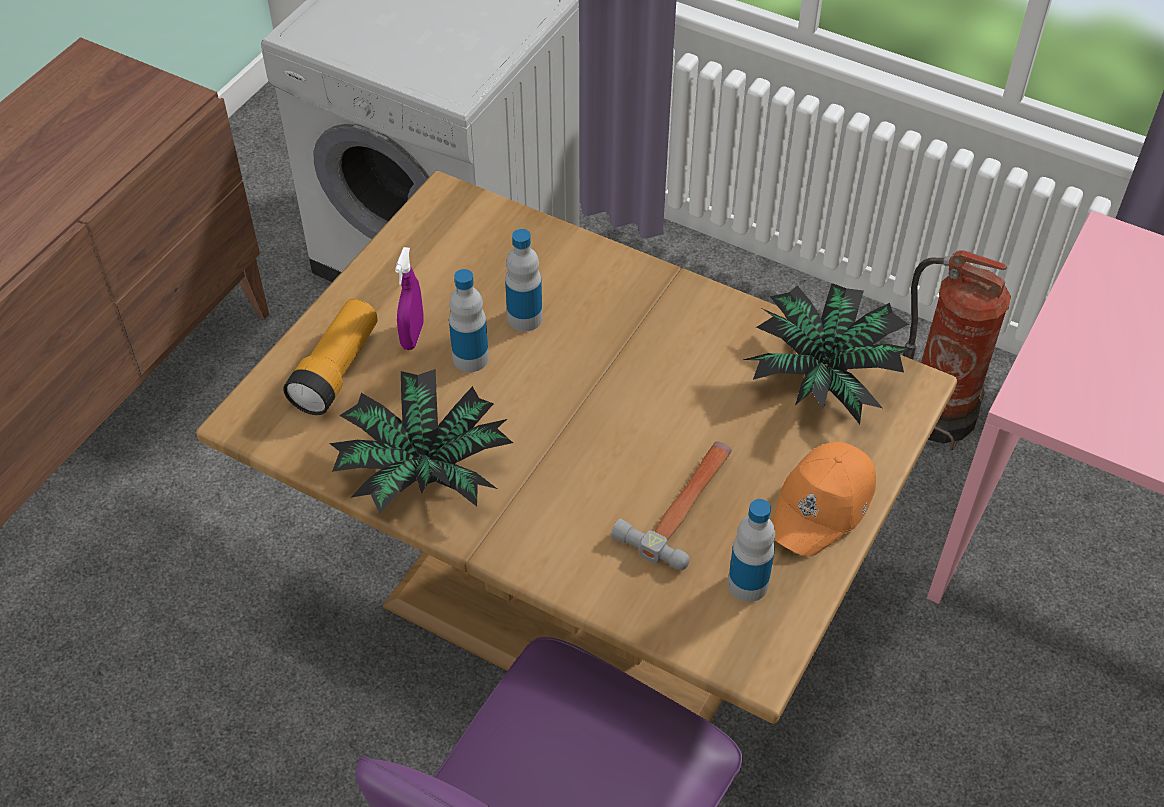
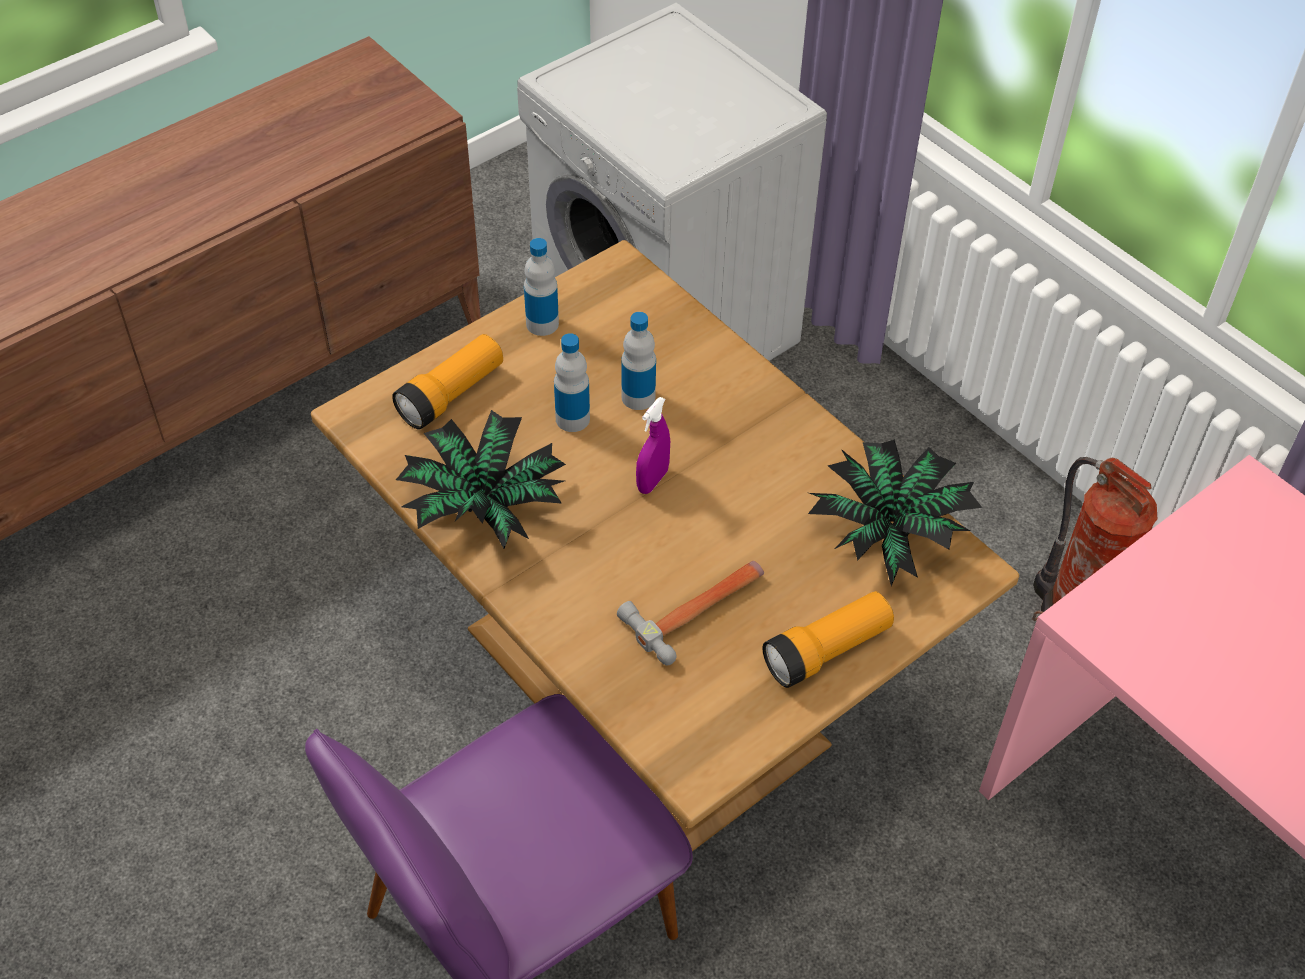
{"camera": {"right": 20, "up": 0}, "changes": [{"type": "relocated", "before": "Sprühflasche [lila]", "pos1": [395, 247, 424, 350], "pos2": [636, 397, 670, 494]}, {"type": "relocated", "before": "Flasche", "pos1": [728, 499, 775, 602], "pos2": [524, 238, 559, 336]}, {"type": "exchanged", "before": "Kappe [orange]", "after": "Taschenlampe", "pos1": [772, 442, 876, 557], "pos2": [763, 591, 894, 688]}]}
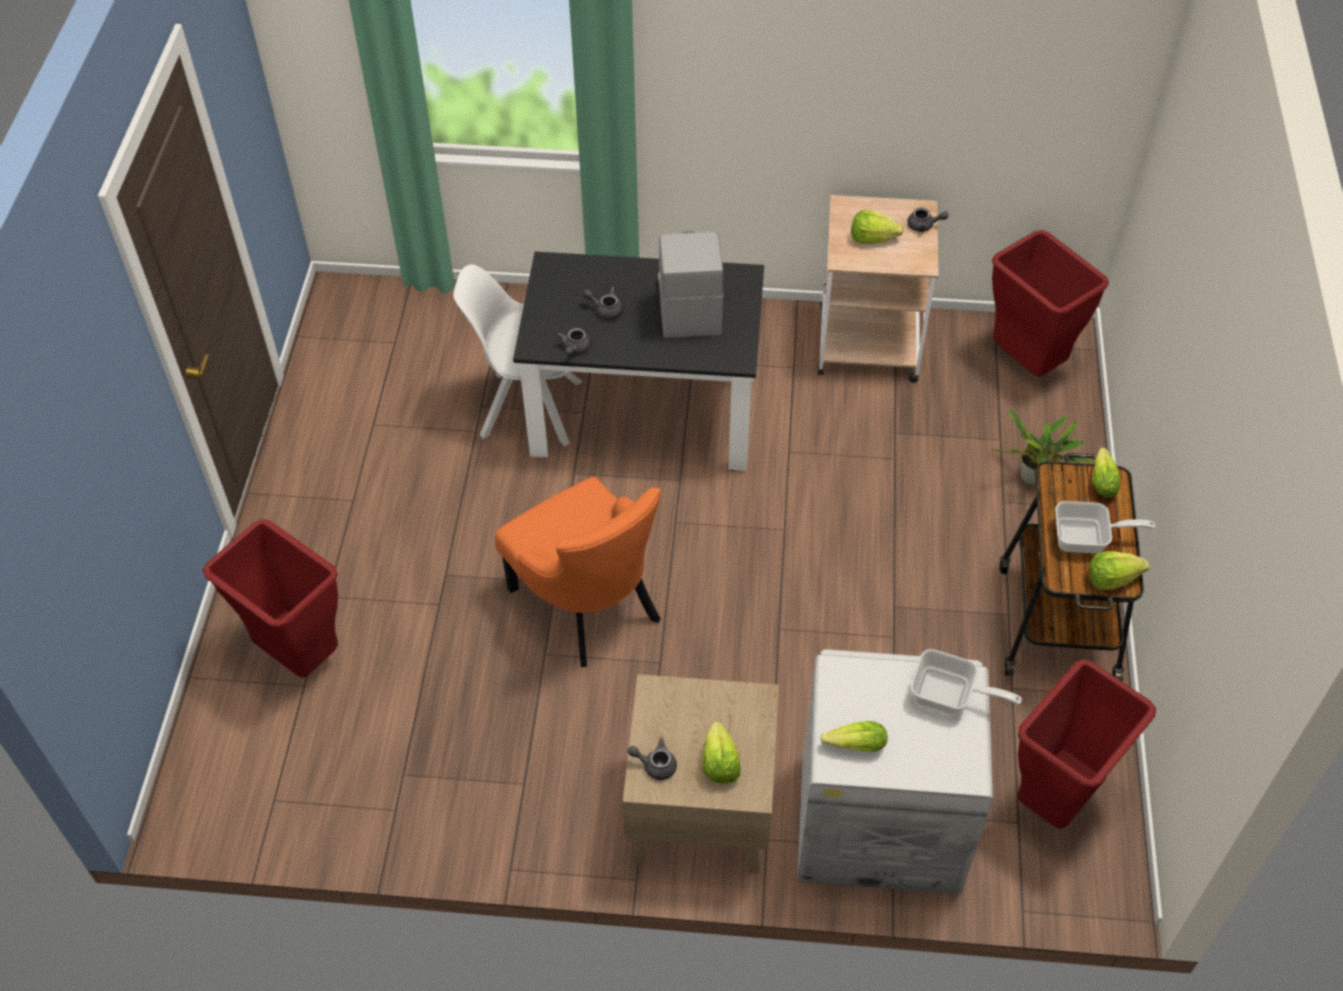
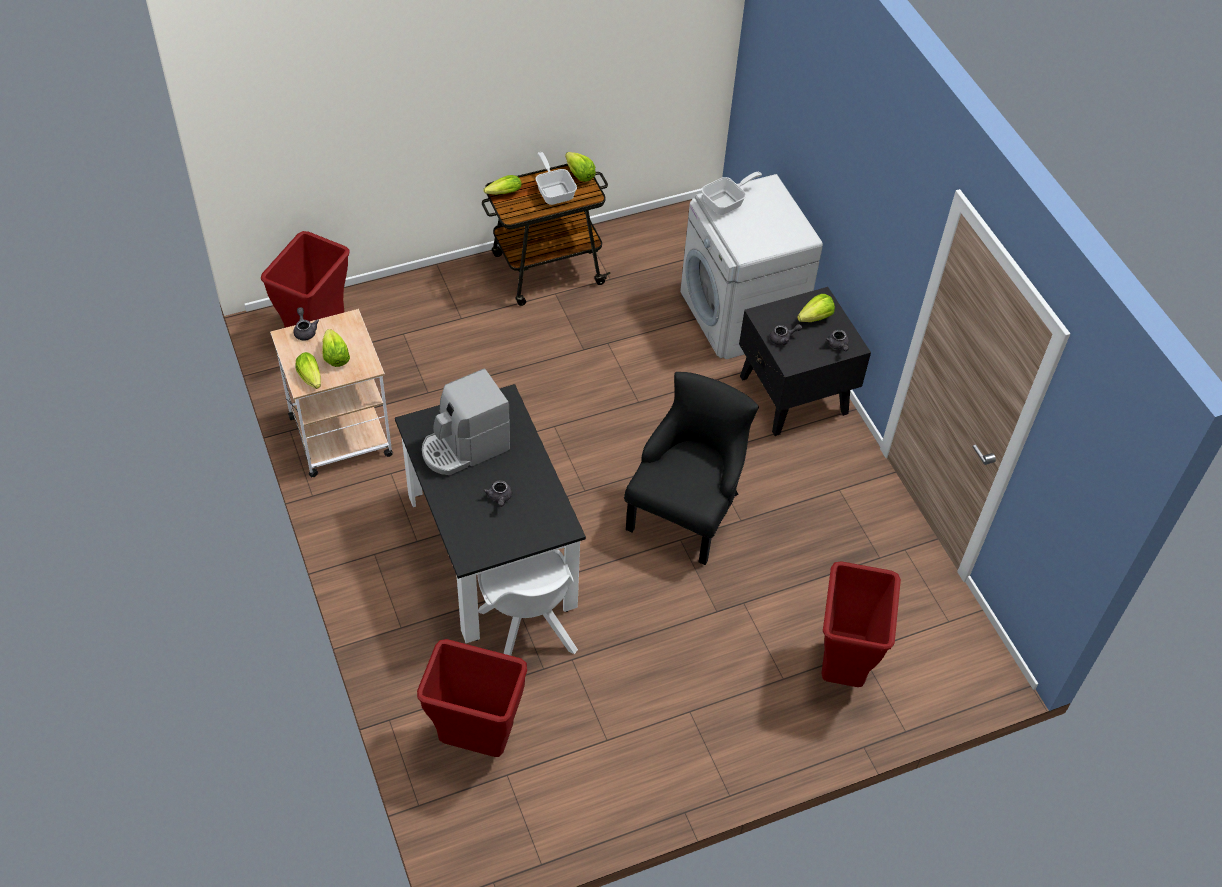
{"camera": {"right": -120, "up": 0}, "changes": [{"type": "missing", "before": "Topfpflanze", "pos1": [991, 409, 1094, 485]}, {"type": "relocated", "before": "Teekanne [grau]", "pos1": [557, 328, 591, 355], "pos2": [769, 324, 802, 345]}, {"type": "relocated", "before": "Salatkopf", "pos1": [820, 721, 888, 752], "pos2": [295, 352, 321, 389]}, {"type": "relocated", "before": "Mülleimer [rot]", "pos1": [1017, 659, 1156, 829], "pos2": [417, 639, 527, 757]}, {"type": "colour", "before": "Stuhl [orange]", "after": "Stuhl [schwarz]", "pos1": [495, 477, 661, 667], "pos2": [624, 372, 759, 565]}, {"type": "colour", "before": "Nachttisch [beige]", "after": "Nachttisch [schwarz]", "pos1": [622, 674, 779, 874], "pos2": [739, 287, 871, 436]}, {"type": "spun", "before": "Pfanne", "pos1": [911, 649, 1022, 715], "pos2": [702, 172, 762, 215], "turn": 60}]}
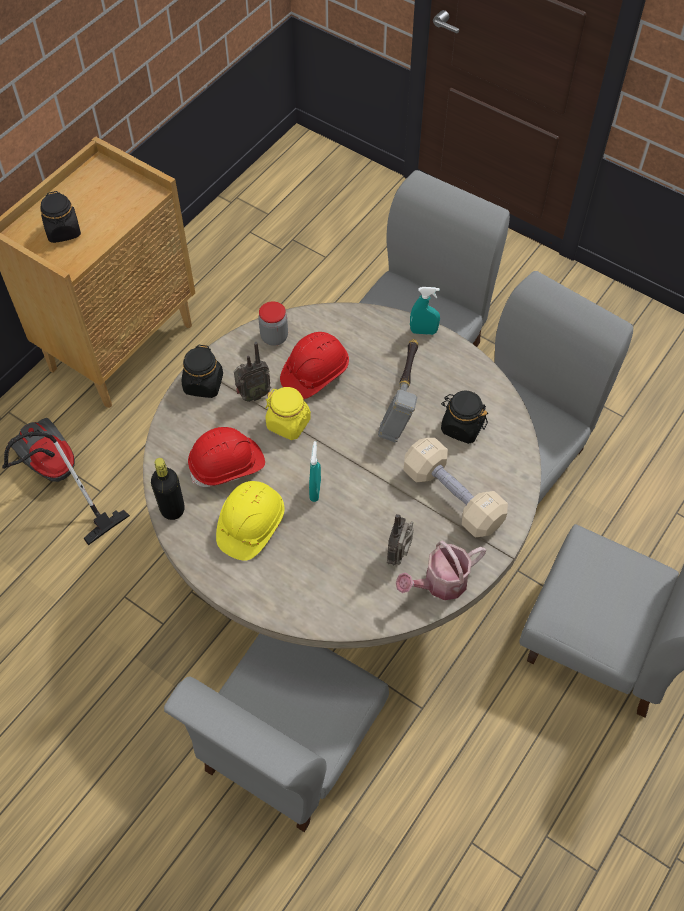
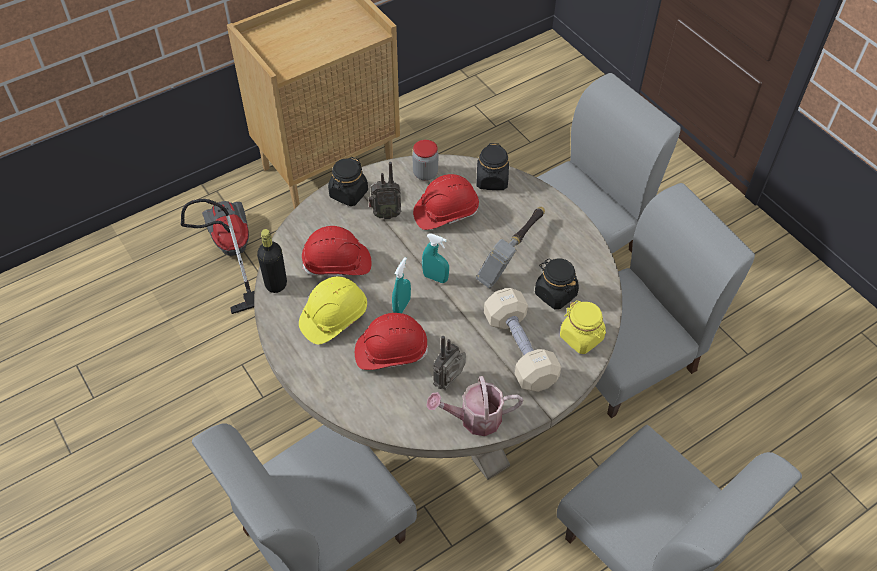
{"camera": {"right": 20, "up": -5}, "changes": [{"type": "appeared", "after": "Schutzhelm [rot]", "pos2": [355, 313, 428, 370]}, {"type": "relocated", "before": "Vorratsglas [schwarz]", "pos1": [40, 191, 81, 243], "pos2": [476, 143, 509, 190]}, {"type": "relocated", "before": "Vorratsglas [gelb]", "pos1": [265, 387, 311, 440], "pos2": [560, 300, 606, 354]}, {"type": "relocated", "before": "Sprühflasche [türkis]", "pos1": [410, 287, 440, 335], "pos2": [422, 234, 449, 283]}]}
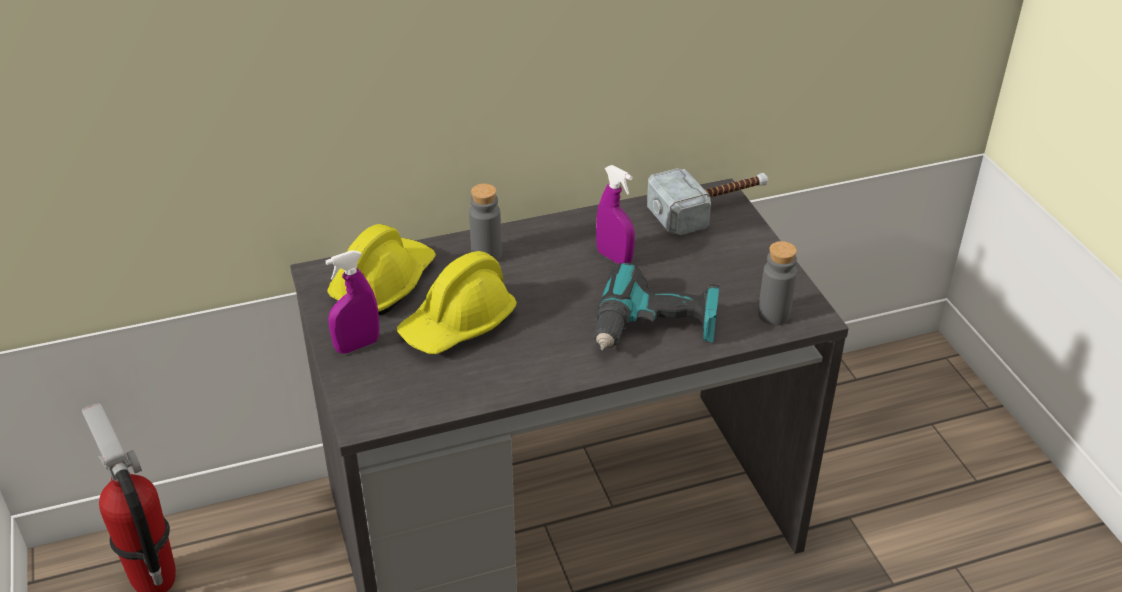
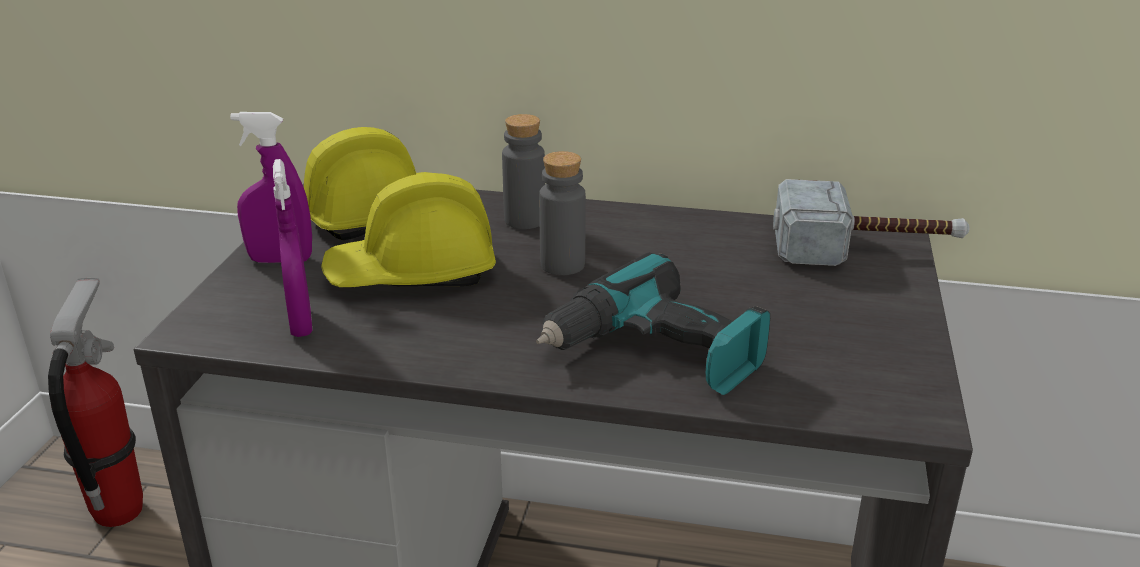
{"camera": {"right": 30, "up": -10}, "changes": [{"type": "relocated", "before": "Sprühflasche [lila]", "pos1": [596, 165, 635, 264], "pos2": [273, 159, 313, 337]}, {"type": "relocated", "before": "Flasche [grau]", "pos1": [758, 241, 797, 325], "pos2": [539, 151, 586, 275]}]}
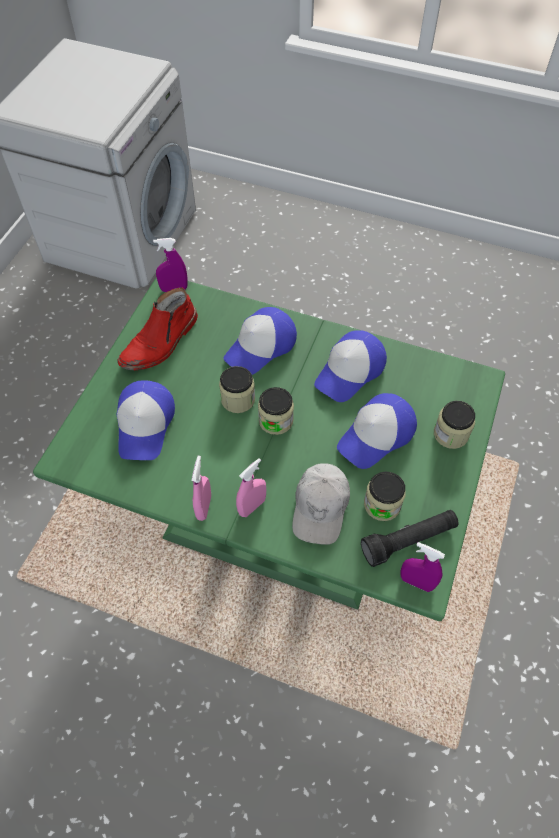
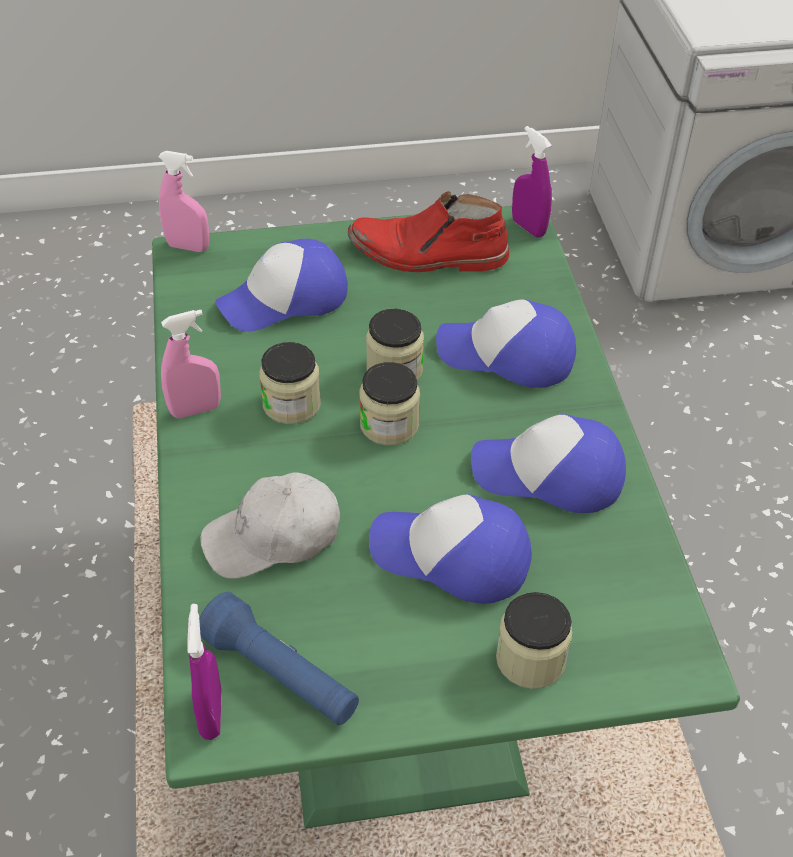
{"camera": {"right": 60, "up": -10}, "changes": [{"type": "relocated", "before": "Sprühflasche [rosa]", "pos1": [236, 458, 266, 517], "pos2": [158, 151, 209, 252]}, {"type": "relocated", "before": "Vorratsglas", "pos1": [364, 472, 406, 521], "pos2": [259, 342, 321, 424]}, {"type": "colour", "before": "Taschenlampe [schwarz]", "after": "Taschenlampe [blau]", "pos1": [361, 510, 459, 567], "pos2": [199, 592, 359, 725]}]}
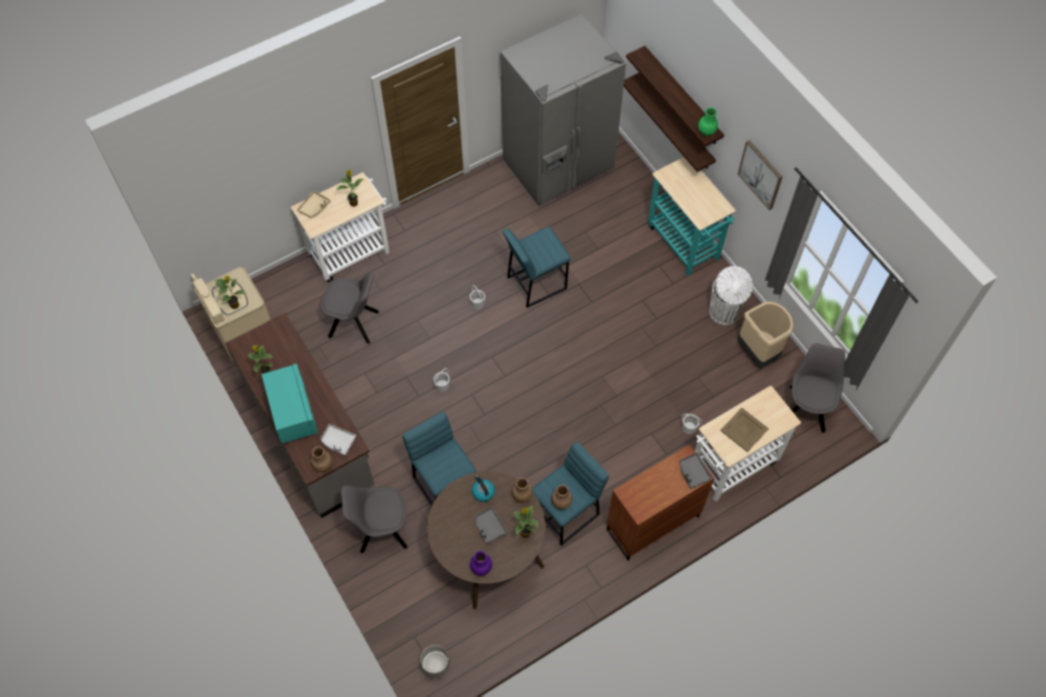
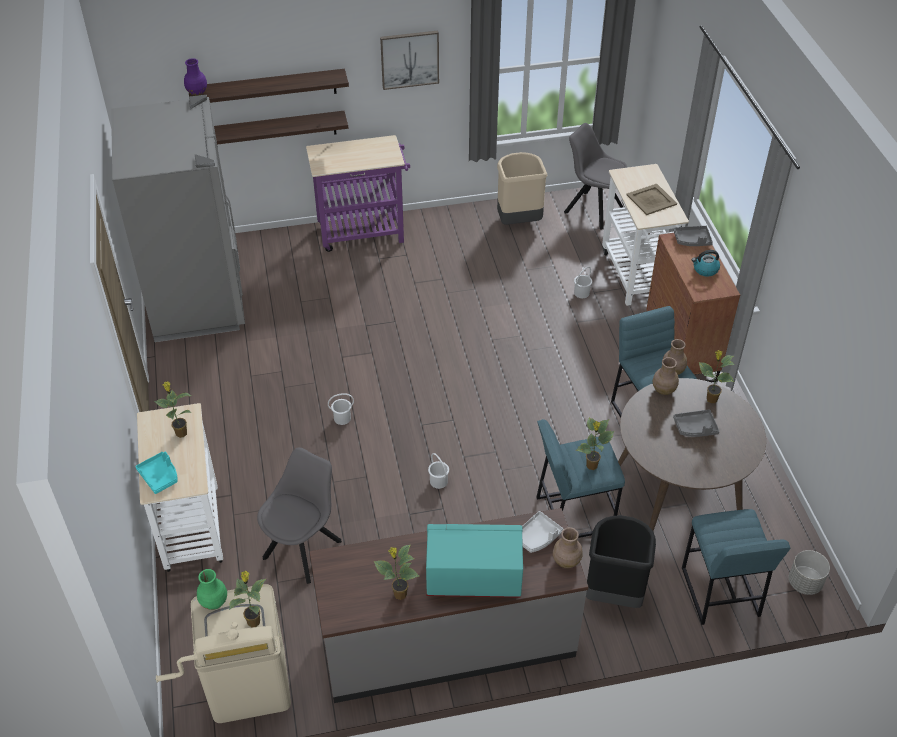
{"camera": {"right": -70, "up": -15}, "changes": [{"type": "missing", "before": "Mülleimer [weiß]", "pos1": [709, 266, 753, 325]}, {"type": "appeared", "after": "Topfpflanze", "pos2": [576, 418, 614, 470]}, {"type": "relocated", "before": "Vase [lila]", "pos1": [470, 551, 492, 576], "pos2": [184, 58, 207, 96]}, {"type": "relocated", "before": "Wasserkessel", "pos1": [472, 475, 495, 502], "pos2": [692, 250, 720, 276]}, {"type": "relocated", "before": "Hocker [blau]", "pos1": [502, 227, 570, 308], "pos2": [682, 509, 790, 625]}, {"type": "relocated", "before": "Vase [grün]", "pos1": [698, 108, 718, 136], "pos2": [197, 569, 227, 610]}, {"type": "exchanged", "before": "Stuhl [grau]", "after": "Mülleimer [schwarz]", "pos1": [341, 485, 408, 554], "pos2": [586, 515, 656, 608]}, {"type": "colour", "before": "Tablett [beige]", "after": "Tablett [türkis]", "pos1": [297, 191, 330, 218], "pos2": [136, 452, 178, 494]}, {"type": "colour", "before": "Rollwagen [türkis]", "after": "Rollwagen [lila]", "pos1": [648, 157, 736, 276], "pos2": [306, 135, 410, 252]}]}
